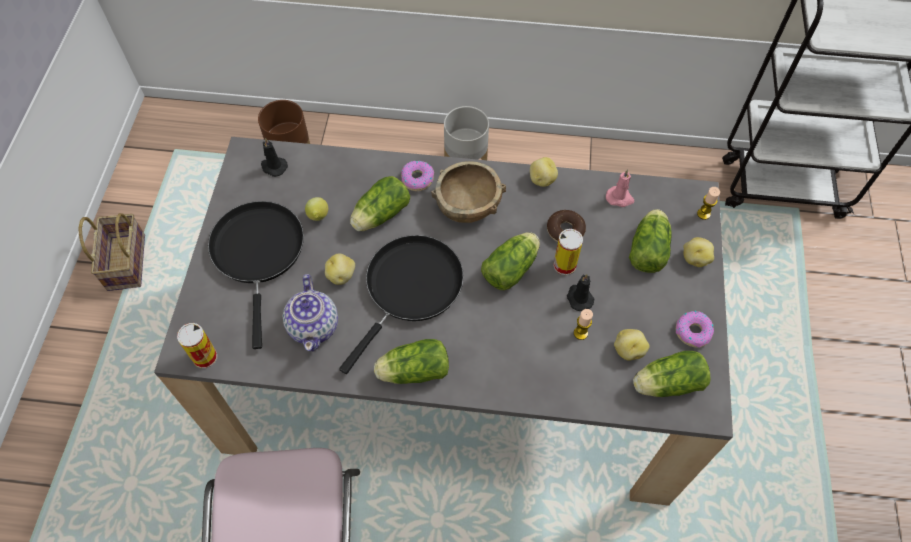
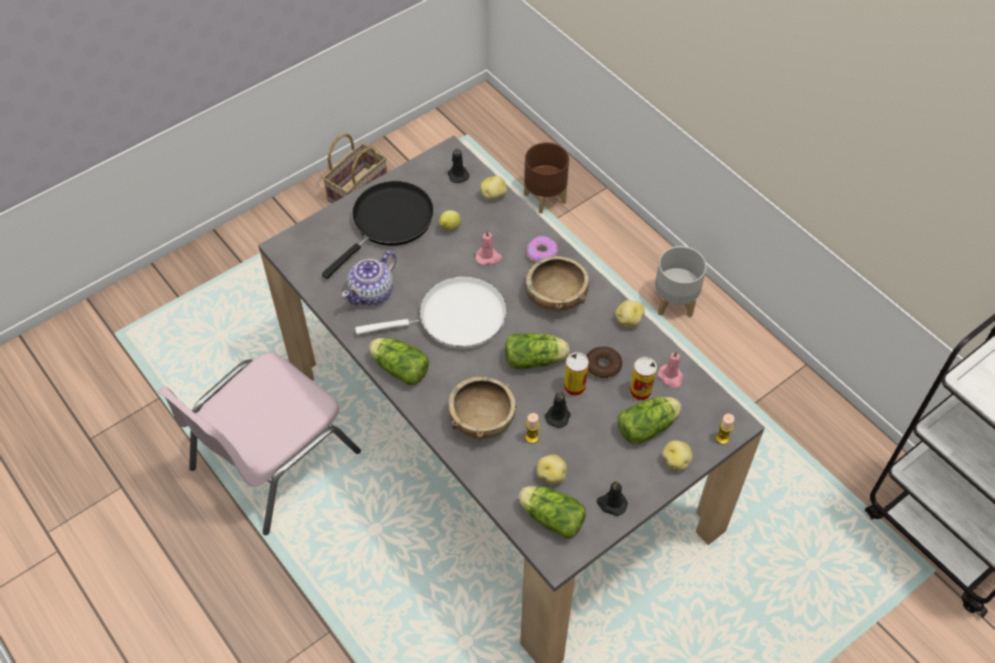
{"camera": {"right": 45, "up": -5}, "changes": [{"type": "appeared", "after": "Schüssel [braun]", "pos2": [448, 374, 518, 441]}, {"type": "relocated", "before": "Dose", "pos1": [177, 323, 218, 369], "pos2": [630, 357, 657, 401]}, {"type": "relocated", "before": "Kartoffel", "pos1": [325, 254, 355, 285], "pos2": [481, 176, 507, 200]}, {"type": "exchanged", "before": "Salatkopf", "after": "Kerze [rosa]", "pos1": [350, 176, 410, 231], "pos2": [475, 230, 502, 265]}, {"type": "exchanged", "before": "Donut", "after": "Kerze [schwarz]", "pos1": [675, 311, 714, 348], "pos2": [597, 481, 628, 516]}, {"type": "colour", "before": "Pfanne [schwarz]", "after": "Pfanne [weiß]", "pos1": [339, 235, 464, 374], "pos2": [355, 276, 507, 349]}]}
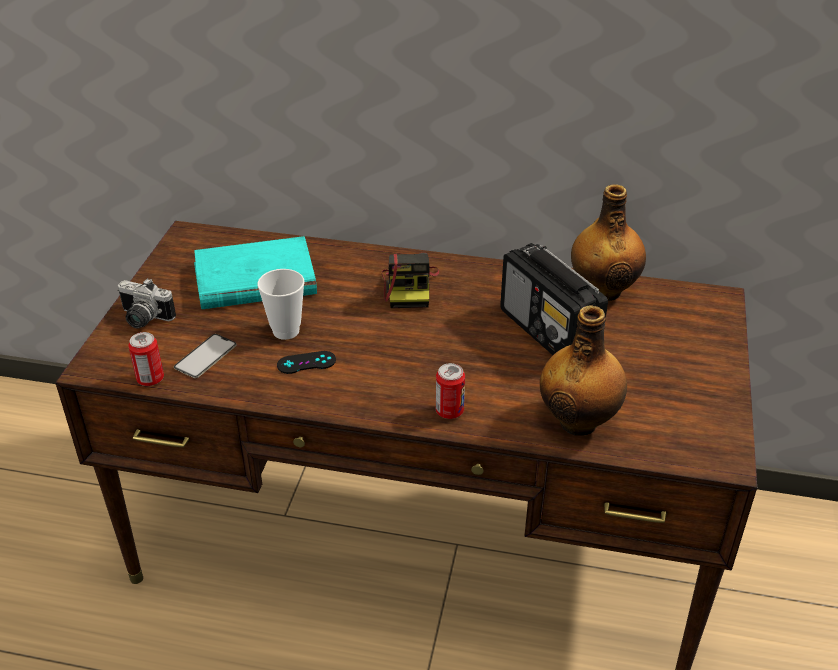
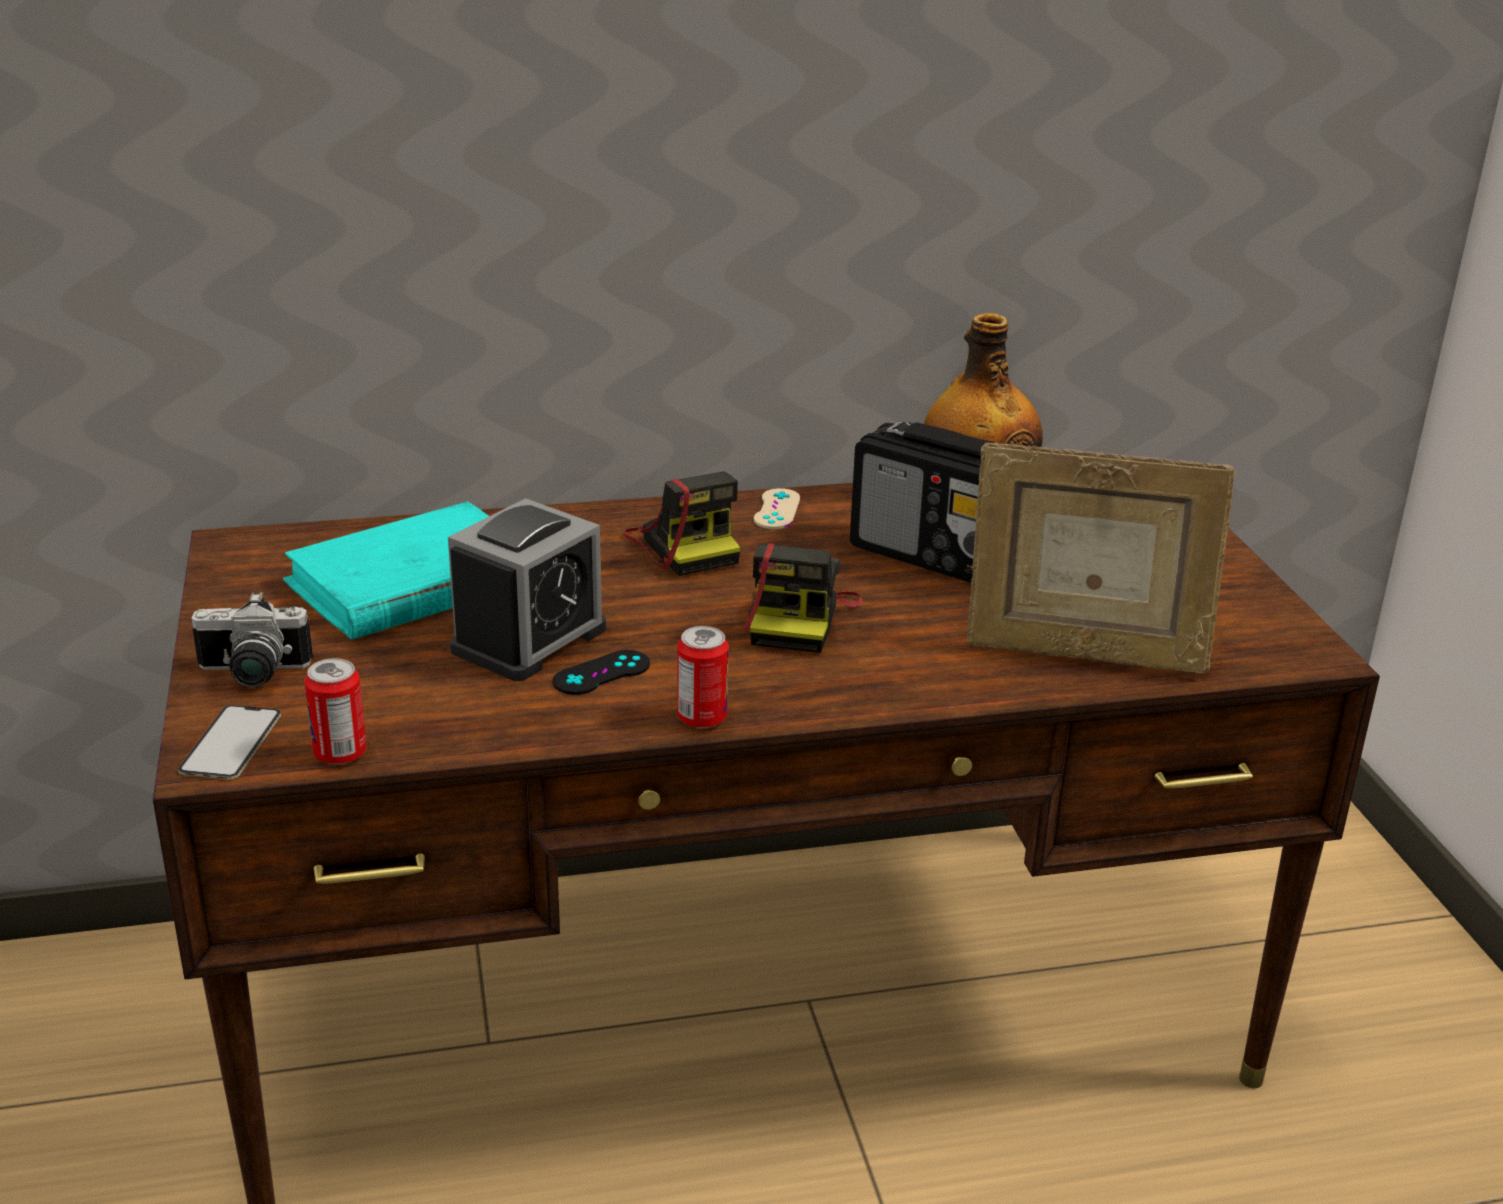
{"camera": {"right": -25, "up": -10}, "changes": [{"type": "appeared", "after": "Kamera", "pos2": [744, 543, 863, 653]}, {"type": "appeared", "after": "Gamepad [beige]", "pos2": [754, 488, 800, 529]}, {"type": "relocated", "before": "Handy", "pos1": [174, 334, 237, 378], "pos2": [178, 705, 281, 779]}, {"type": "relocated", "before": "Dose", "pos1": [436, 363, 465, 419], "pos2": [677, 626, 729, 728]}, {"type": "exchanged", "before": "Tasse", "after": "Wecker", "pos1": [257, 269, 305, 340], "pos2": [448, 498, 606, 681]}, {"type": "exchanged", "before": "Flasche", "after": "Bilderrahmen", "pos1": [540, 305, 627, 436], "pos2": [967, 443, 1236, 673]}]}
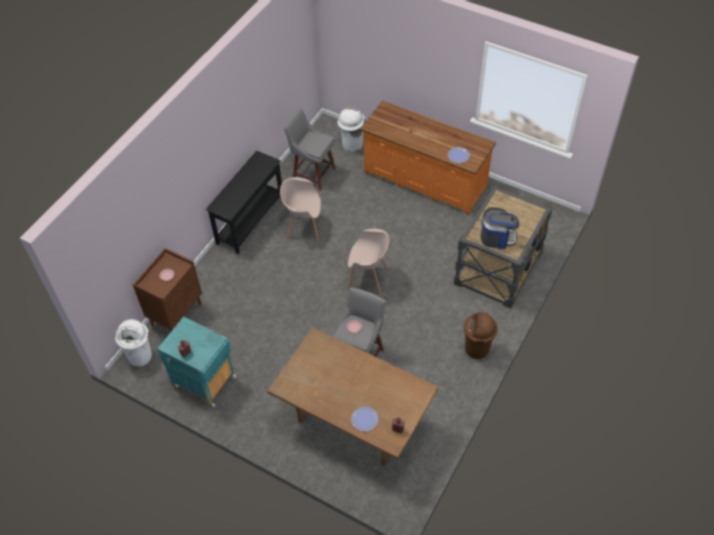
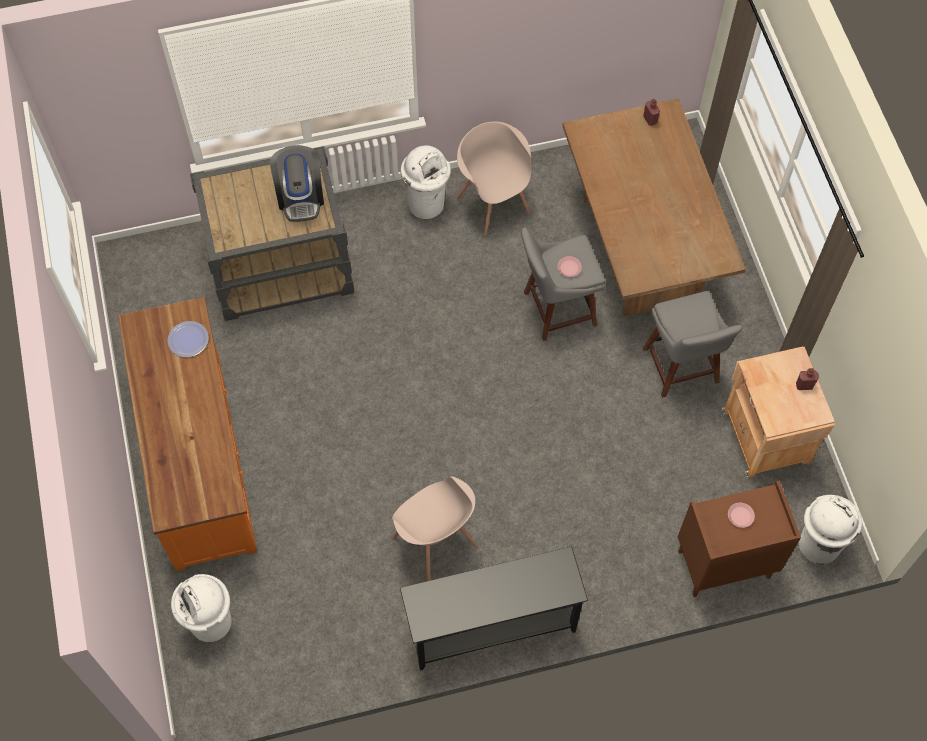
{"camera": {"right": -135, "up": 10}, "changes": [{"type": "missing", "before": "Teller", "pos1": [351, 407, 378, 431]}, {"type": "relocated", "before": "Hocker [grau]", "pos1": [284, 108, 336, 190], "pos2": [643, 291, 742, 398]}, {"type": "relocated", "before": "Stuhl [beige]", "pos1": [348, 229, 389, 295], "pos2": [456, 122, 531, 236]}, {"type": "colour", "before": "Rollwagen [türkis]", "after": "Rollwagen [braun]", "pos1": [157, 317, 236, 407], "pos2": [722, 346, 835, 479]}, {"type": "colour", "before": "Mülleimer [braun]", "after": "Mülleimer [weiß]", "pos1": [464, 312, 497, 359], "pos2": [400, 145, 451, 219]}, {"type": "spun", "before": "Kaffeemaschine", "pos1": [481, 207, 519, 249], "pos2": [270, 145, 324, 222], "turn": -150}]}
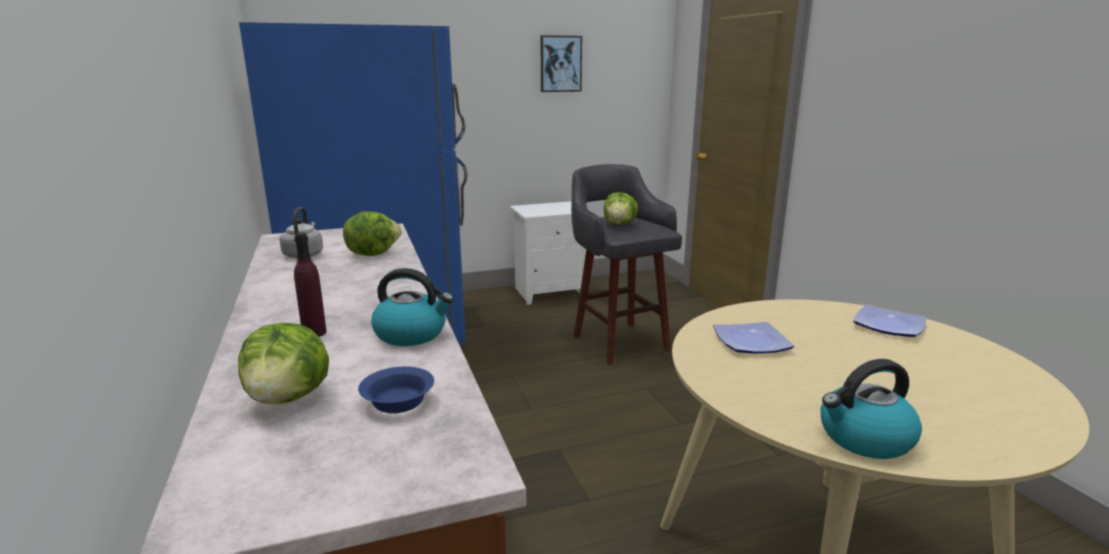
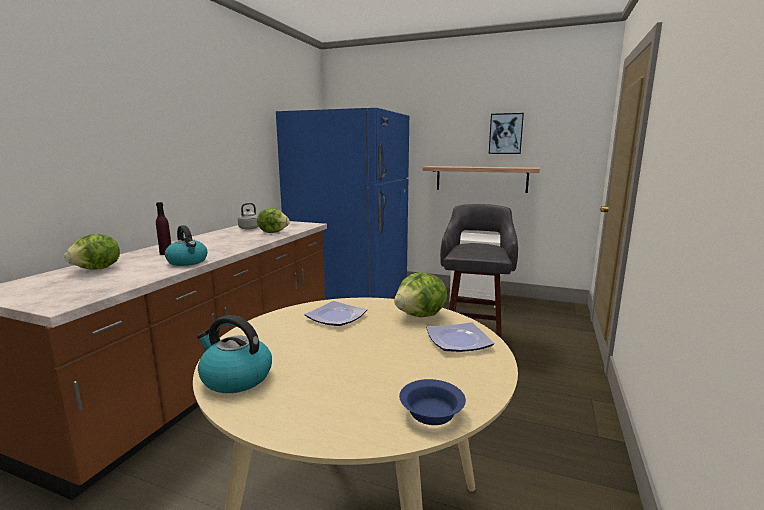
{"camera": {"right": 40, "up": -5}, "changes": [{"type": "appeared", "after": "Wandregal", "pos2": [423, 166, 540, 193]}, {"type": "relocated", "before": "Schüssel [blau]", "pos1": [358, 366, 434, 413], "pos2": [399, 379, 466, 425]}, {"type": "relocated", "before": "Salatkopf", "pos1": [604, 192, 639, 225], "pos2": [394, 272, 447, 317]}]}
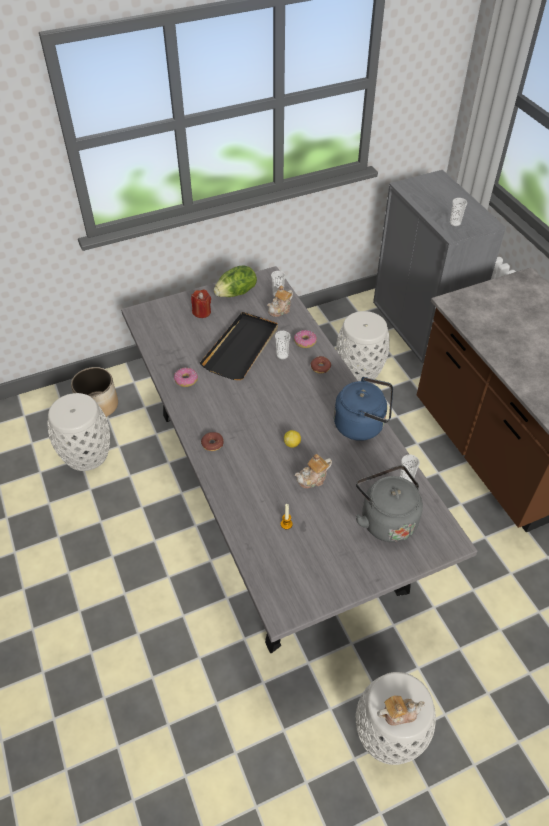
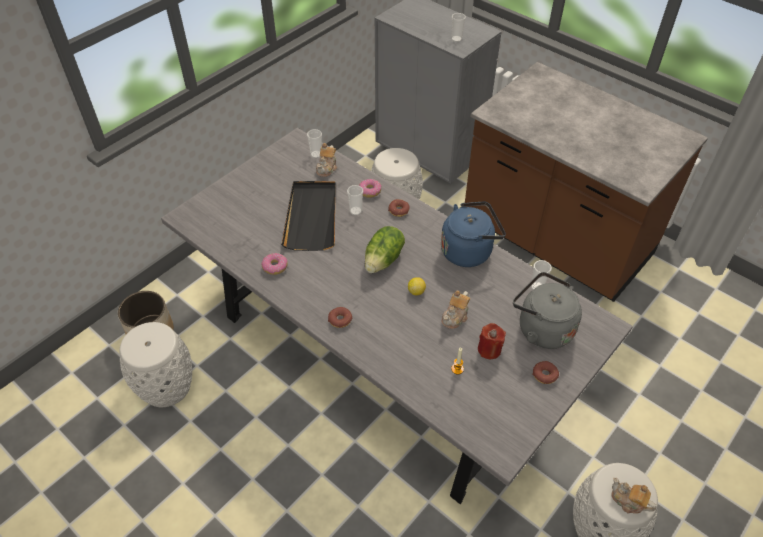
{"camera": {"right": -25, "up": 0}, "changes": [{"type": "appeared", "after": "Donut", "pos2": [532, 361, 559, 384]}, {"type": "relocated", "before": "Kerze [rot]", "pos1": [191, 289, 211, 318], "pos2": [478, 323, 506, 359]}, {"type": "relocated", "before": "Salatkopf", "pos1": [213, 266, 257, 297], "pos2": [365, 226, 405, 273]}, {"type": "spun", "before": "Teekanne", "pos1": [377, 696, 425, 726], "pos2": [612, 477, 656, 514], "turn": -105}]}
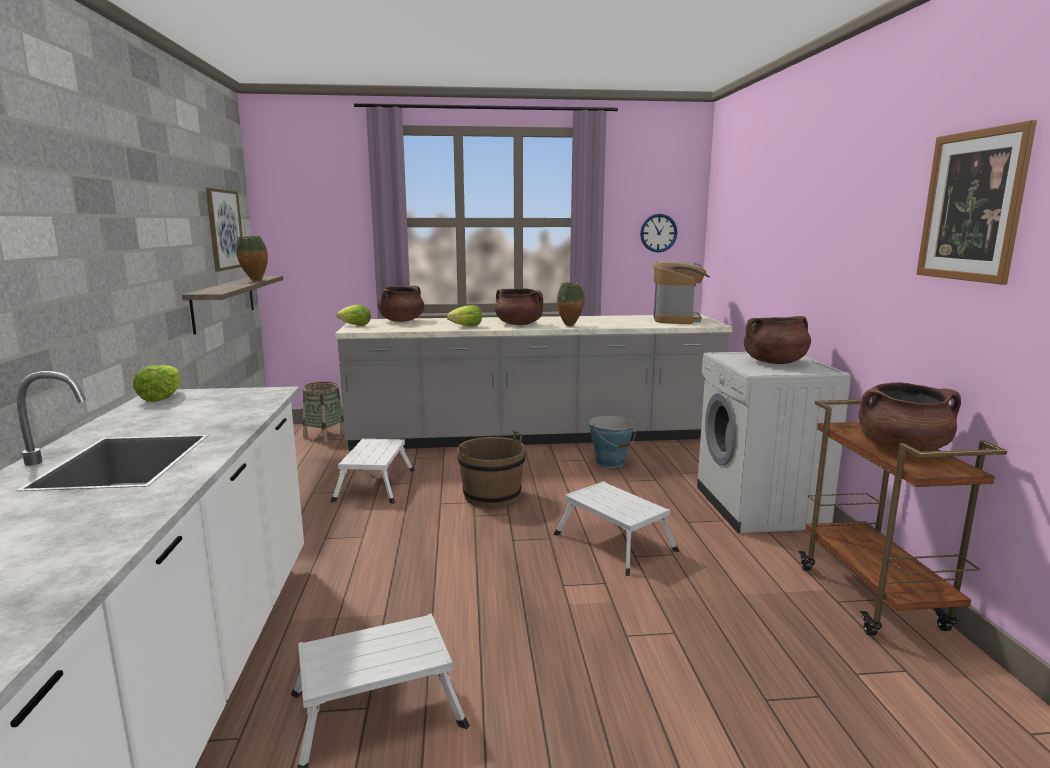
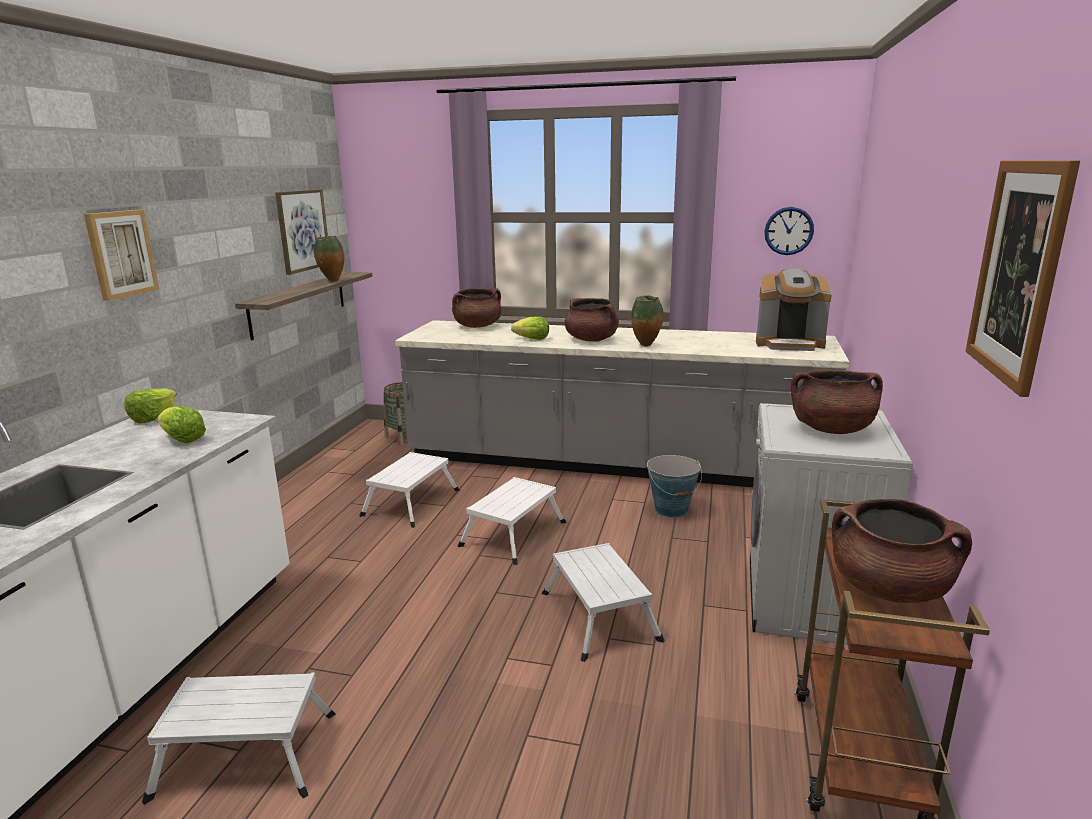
{"camera": {"right": 20, "up": 5}, "changes": [{"type": "appeared", "after": "Bild", "pos2": [84, 210, 159, 301]}, {"type": "relocated", "before": "Salatkopf", "pos1": [337, 305, 371, 326], "pos2": [157, 406, 206, 443]}, {"type": "exchanged", "before": "Eimer [braun]", "after": "Trittleiter [weiß]", "pos1": [457, 431, 526, 508], "pos2": [458, 477, 567, 565]}, {"type": "spun", "before": "Kaffeemaschine", "pos1": [652, 261, 710, 324], "pos2": [756, 269, 832, 351], "turn": 75}]}
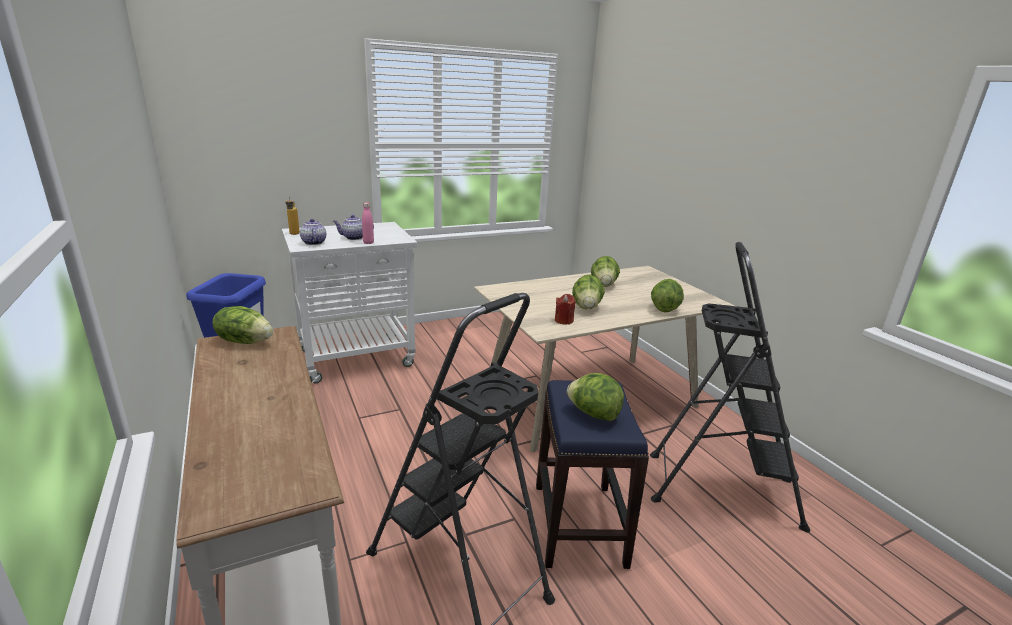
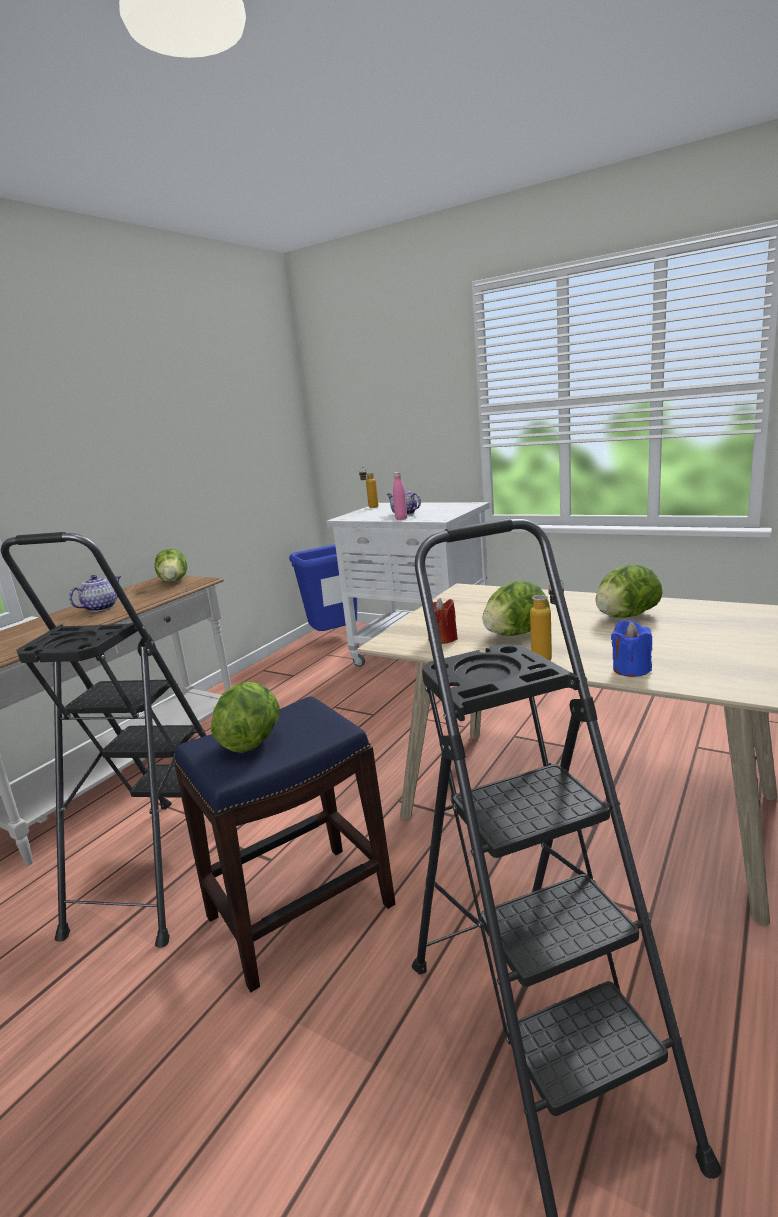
{"camera": {"right": 60, "up": -5}, "changes": [{"type": "appeared", "after": "Flasche", "pos2": [530, 580, 564, 660]}, {"type": "relocated", "before": "Teekanne", "pos1": [300, 219, 326, 245], "pos2": [69, 575, 121, 612]}, {"type": "exchanged", "before": "Salatkopf", "after": "Kerze [blau]", "pos1": [651, 279, 684, 312], "pos2": [611, 620, 652, 677]}]}
